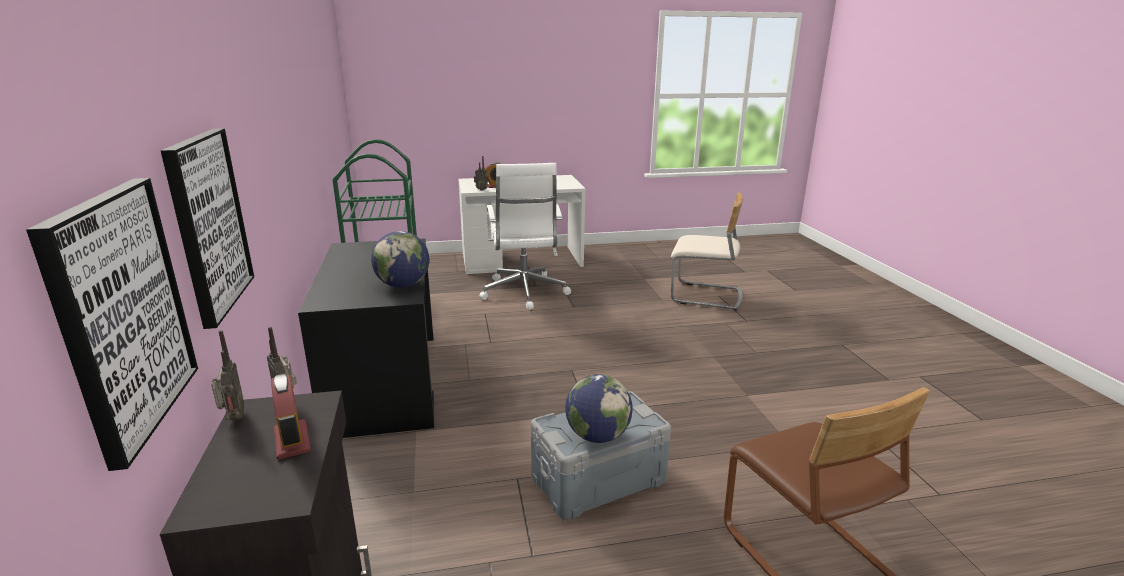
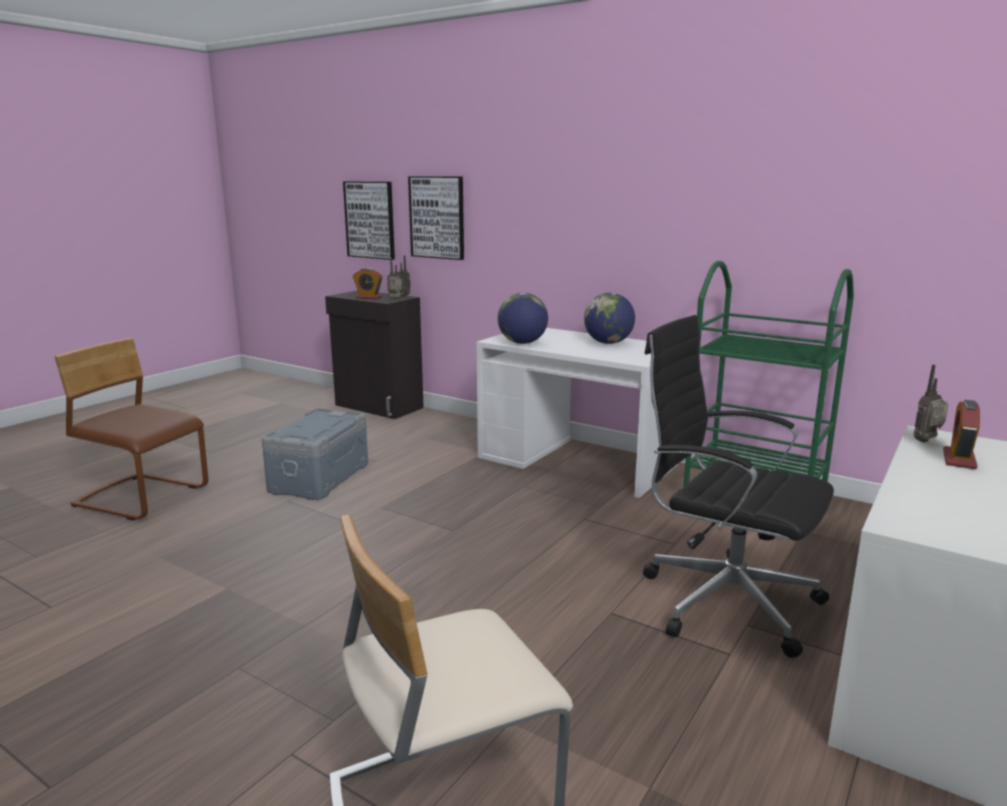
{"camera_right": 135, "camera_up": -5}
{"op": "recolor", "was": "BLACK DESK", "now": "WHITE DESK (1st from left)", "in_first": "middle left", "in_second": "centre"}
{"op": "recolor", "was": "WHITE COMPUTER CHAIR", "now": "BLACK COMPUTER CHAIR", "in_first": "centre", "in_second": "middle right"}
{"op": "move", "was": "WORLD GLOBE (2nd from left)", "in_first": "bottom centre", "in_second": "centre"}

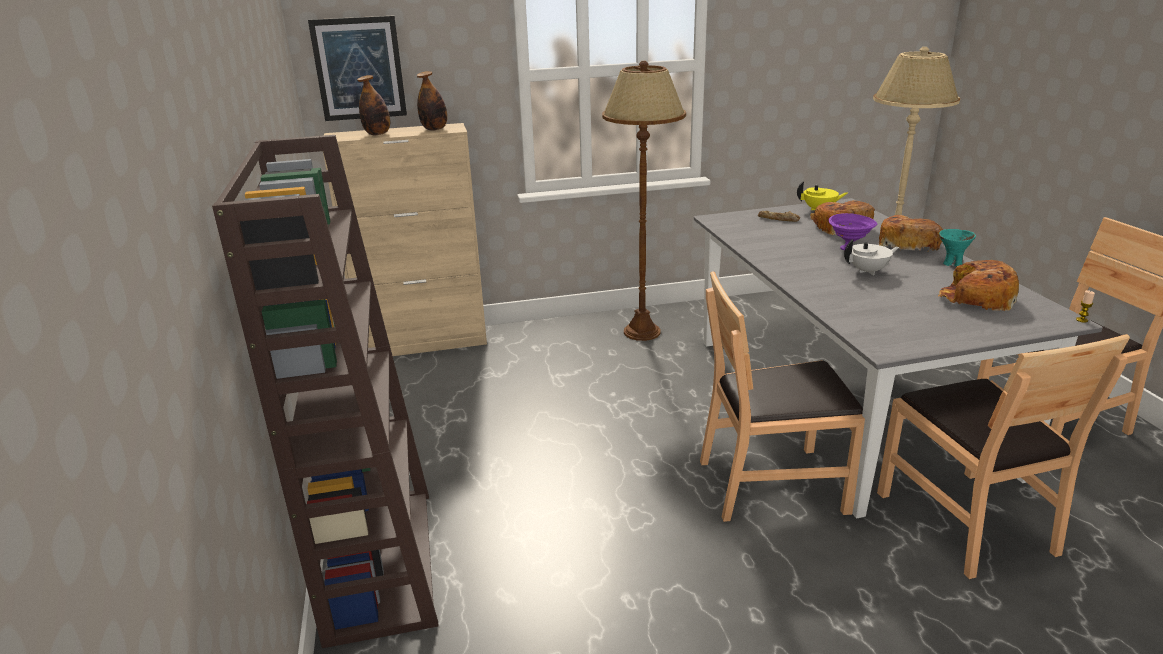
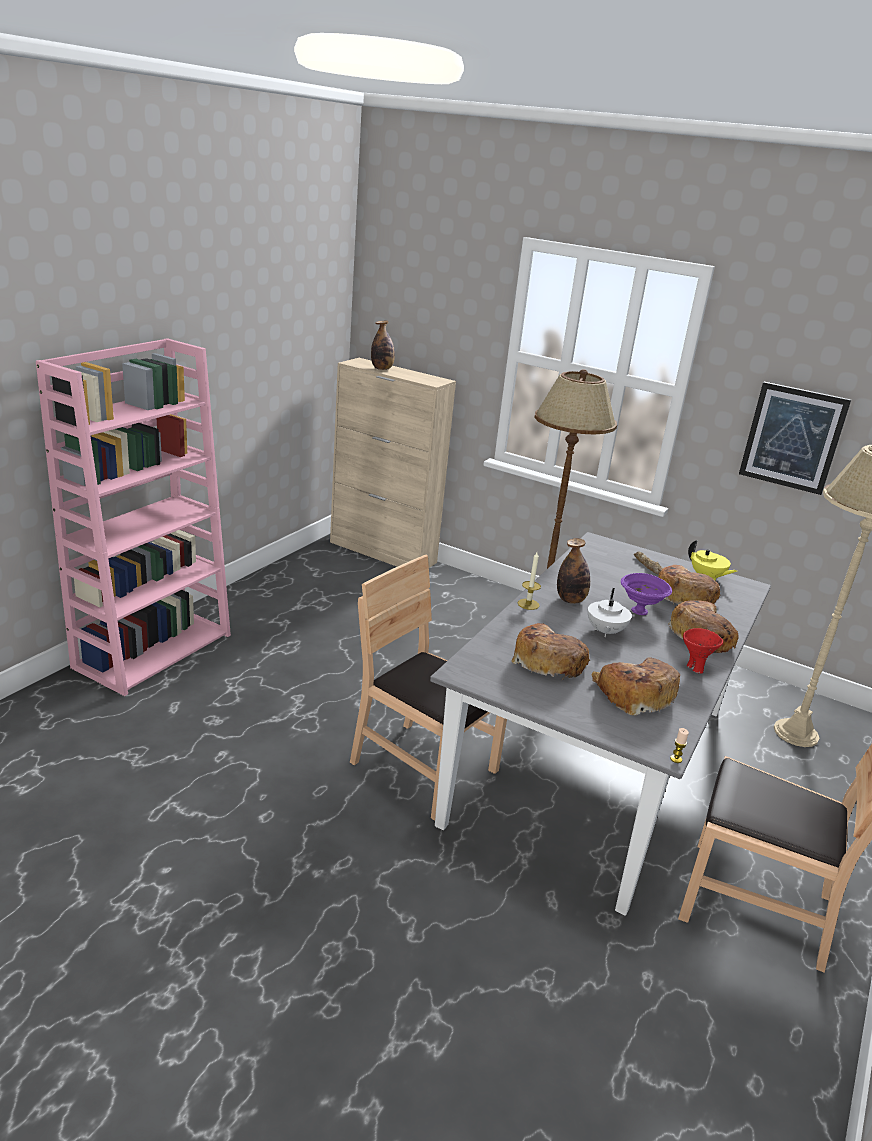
{"camera_right": 40, "camera_up": 0}
{"op": "recolor", "was": "BROWNISH SHELVING UNIT", "now": "PINKISH SHELVING UNIT", "in_first": "middle left", "in_second": "middle left"}
{"op": "move", "was": "WALL PICTURE", "in_first": "top left", "in_second": "middle right"}
{"op": "move", "was": "BOTTLE (2nd from left)", "in_first": "top centre", "in_second": "centre"}
{"op": "rotate", "was": "WHITE POT FOR TEA", "in_first": "middle right", "in_second": "middle right", "clockwise": 75}
{"op": "delete", "was": "BROWNISH UPRIGHT CHAIR (2nd from left)", "in_first": "bottom right"}
{"op": "recolor", "was": "BLUE-GREEN DEEP DISH", "now": "REDDISH DEEP DISH", "in_first": "middle right", "in_second": "middle right"}
{"op": "insert", "now": "BAKERY BREAD (1st from left)", "in_second": "centre"}
{"op": "insert", "now": "CANDLE (1st from left)", "in_second": "centre"}

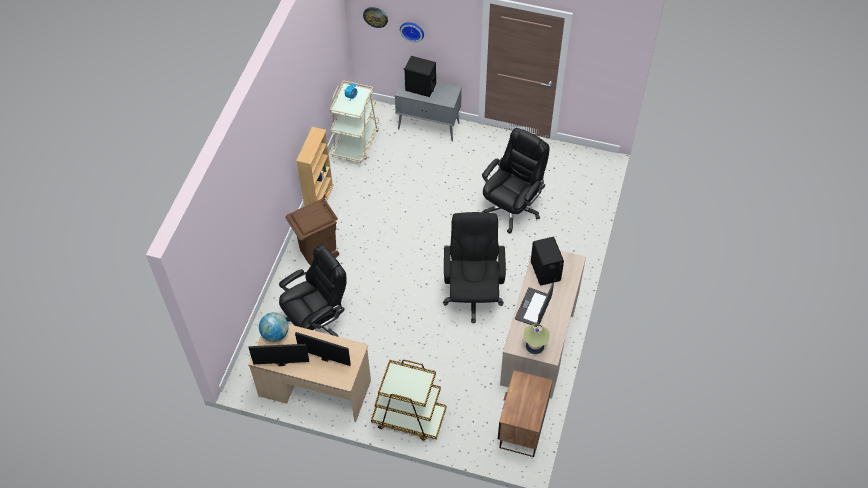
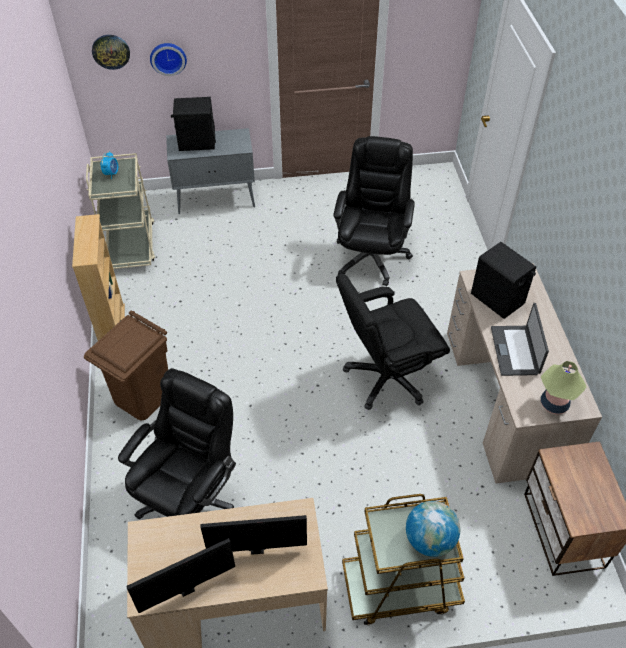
{"camera_right": -25, "camera_up": -5}
{"op": "move", "was": "WORLD GLOBE", "in_first": "bottom left", "in_second": "bottom right"}
{"op": "rotate", "was": "BLACK COMPUTER CHAIR (2nd from left in the first image)", "in_first": "centre", "in_second": "centre", "clockwise": -90}

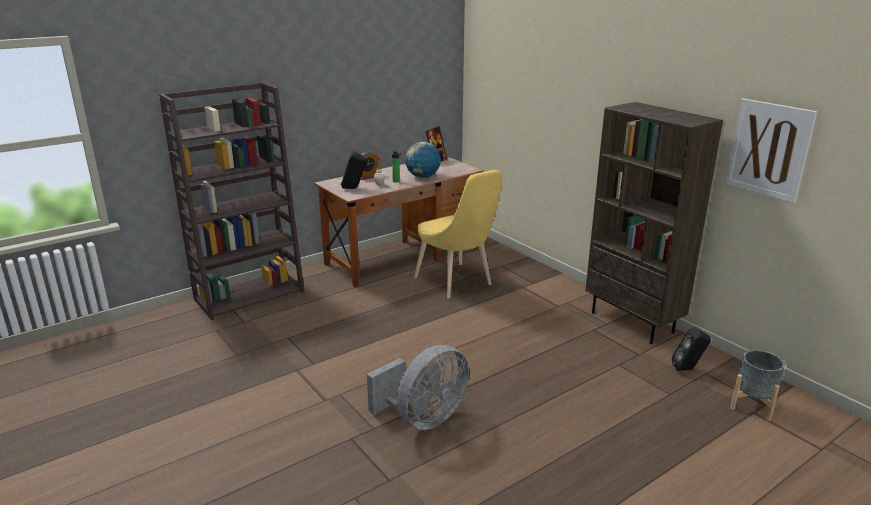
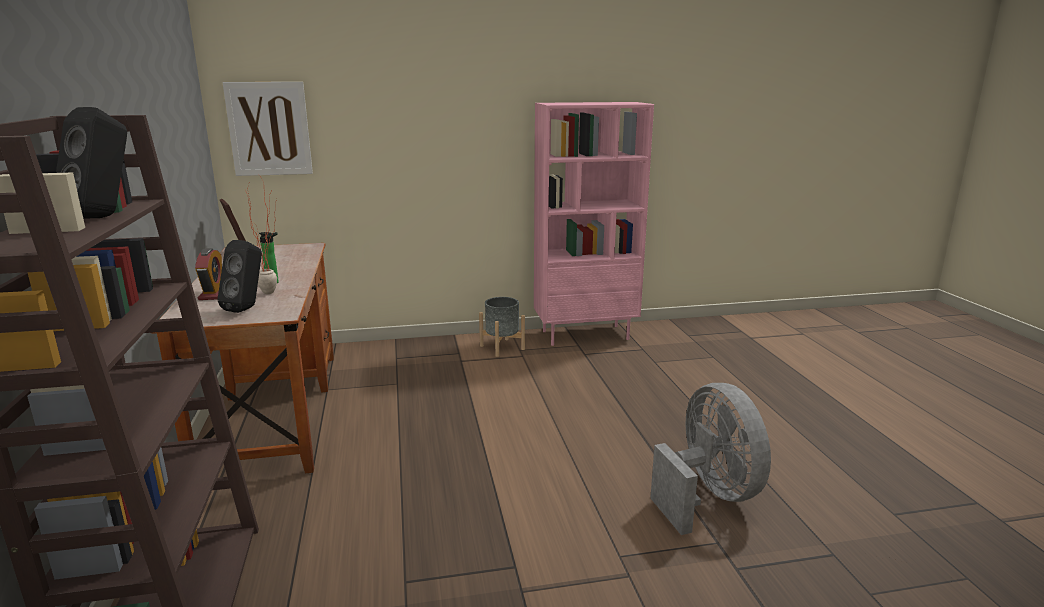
{"camera_right": -65, "camera_up": -5}
{"op": "delete", "was": "WORLD GLOBE", "in_first": "top centre"}
{"op": "delete", "was": "YELLOW UPRIGHT CHAIR", "in_first": "centre"}
{"op": "recolor", "was": "BROWNISH SHELVING UNIT (2nd from left)", "now": "PINKISH SHELVING UNIT", "in_first": "middle right", "in_second": "centre"}
{"op": "move", "was": "BLACK AUDIO SPEAKER (2nd from left in the first image)", "now": "BLACK AUDIO SPEAKER (1st from left)", "in_first": "bottom right", "in_second": "top left"}
{"op": "move", "was": "WALL PICTURE", "in_first": "top right", "in_second": "top left"}
{"op": "move", "was": "GRAY PLANT POT", "in_first": "bottom right", "in_second": "centre"}

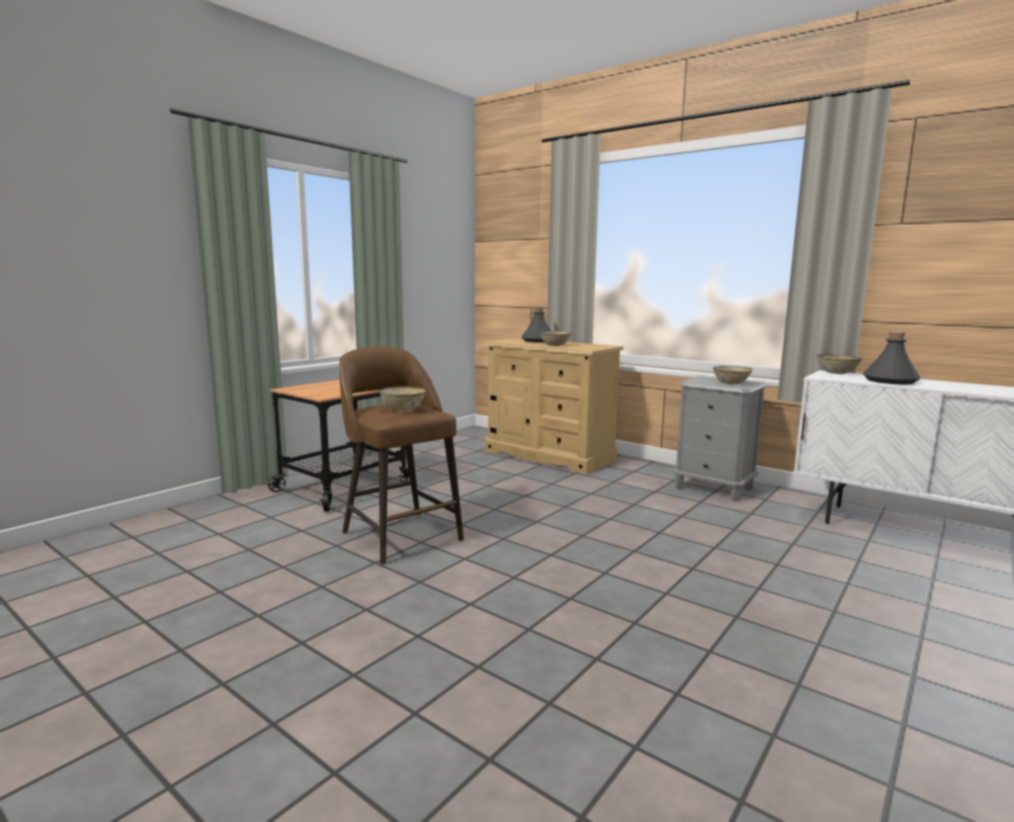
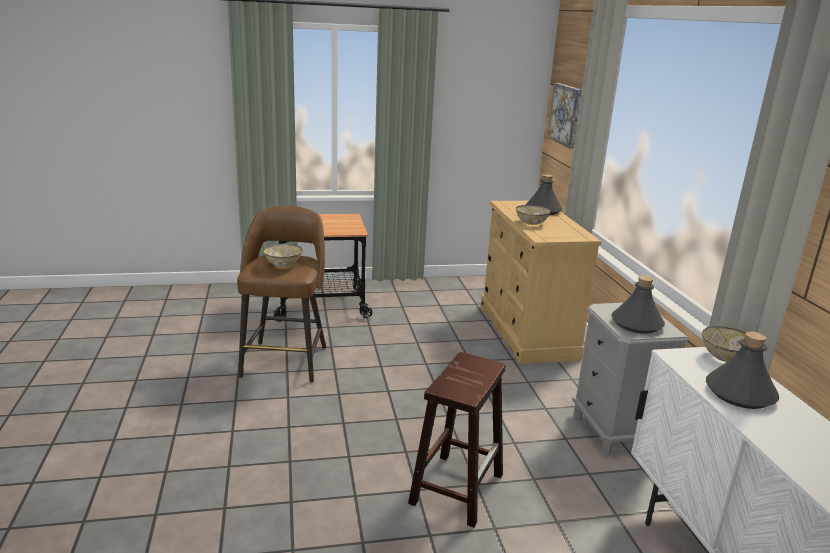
{"camera_right": 40, "camera_up": 10}
{"op": "replace", "was": "DEEP DISH (3rd from left)", "now": "GRAY BOTTLE (2nd from left)", "in_first": "middle right", "in_second": "middle right"}
{"op": "insert", "now": "BROWNISH STOOL (2nd from left)", "in_second": "bottom centre"}
{"op": "insert", "now": "WALL PICTURE", "in_second": "top right"}

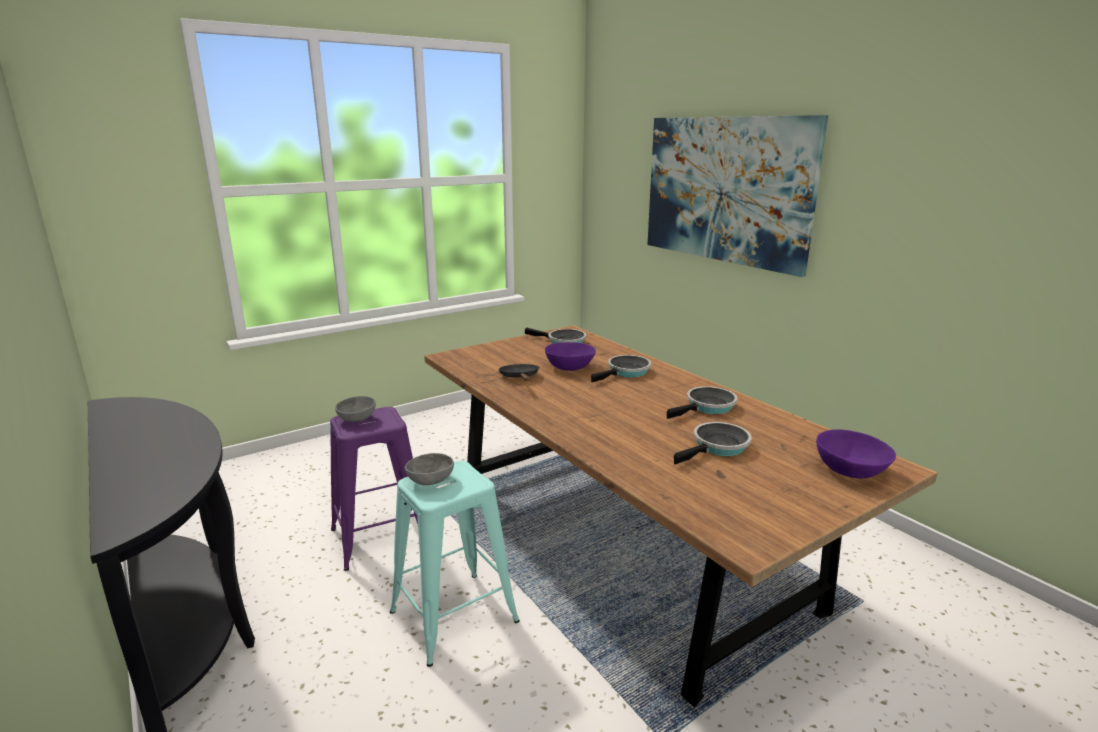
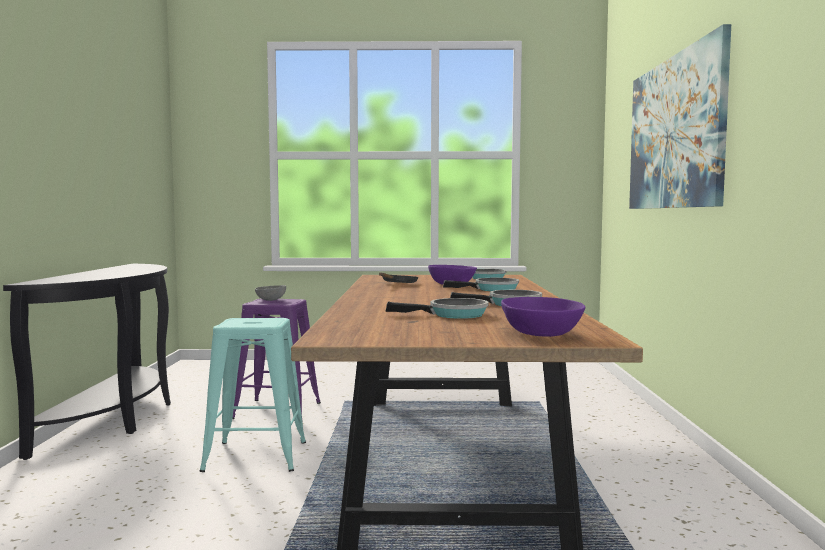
{"camera_right": 35, "camera_up": -15}
{"op": "delete", "was": "GRAY DEEP DISH (2nd from left)", "in_first": "centre"}

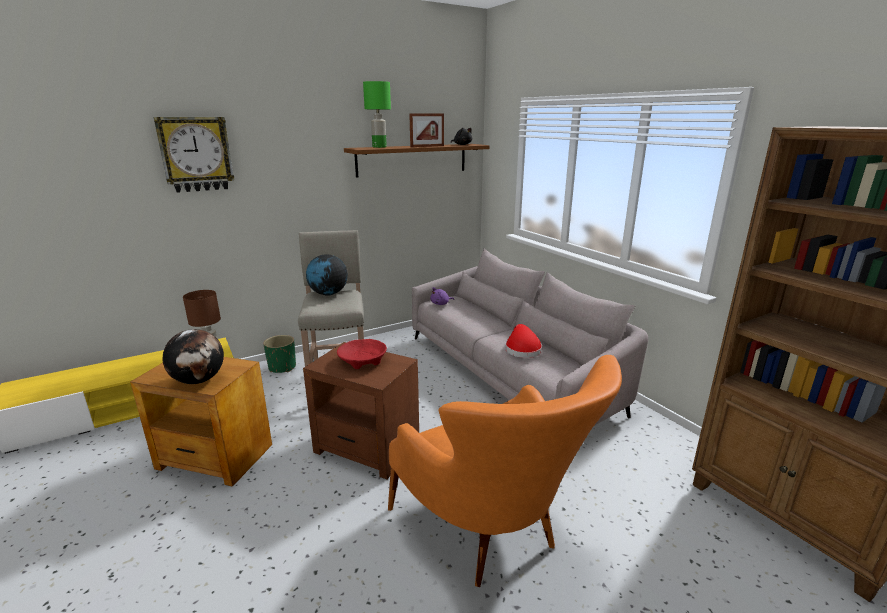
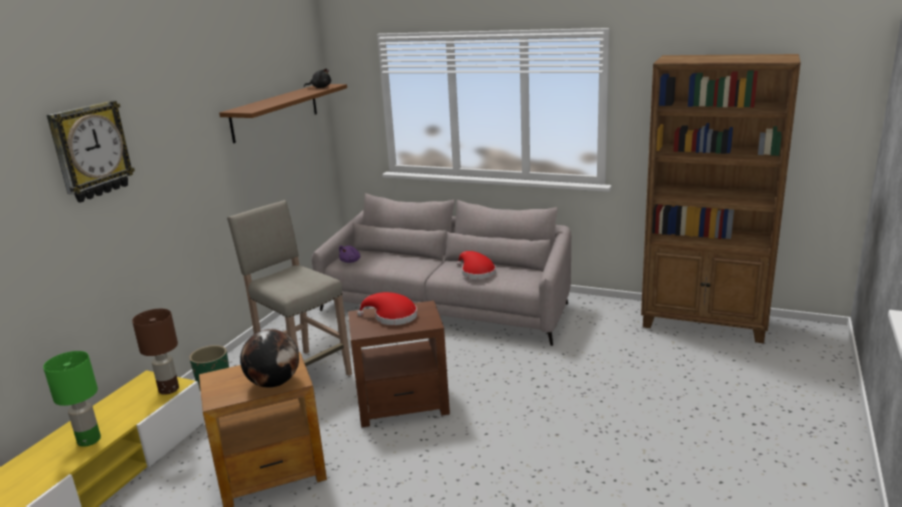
{"camera_right": -35, "camera_up": 0}
{"op": "delete", "was": "WORLD GLOBE (2nd from left)", "in_first": "centre"}
{"op": "replace", "was": "REDDISH DEEP DISH", "now": "REDDISH CLOTHING HAT (1st from left)", "in_first": "centre", "in_second": "centre"}
{"op": "move", "was": "GREENISH LAMP FOR A TABLE", "in_first": "top centre", "in_second": "bottom left"}
{"op": "delete", "was": "ORANGE ARMCHAIR", "in_first": "bottom centre"}
{"op": "delete", "was": "PICTURE FRAME", "in_first": "top centre"}

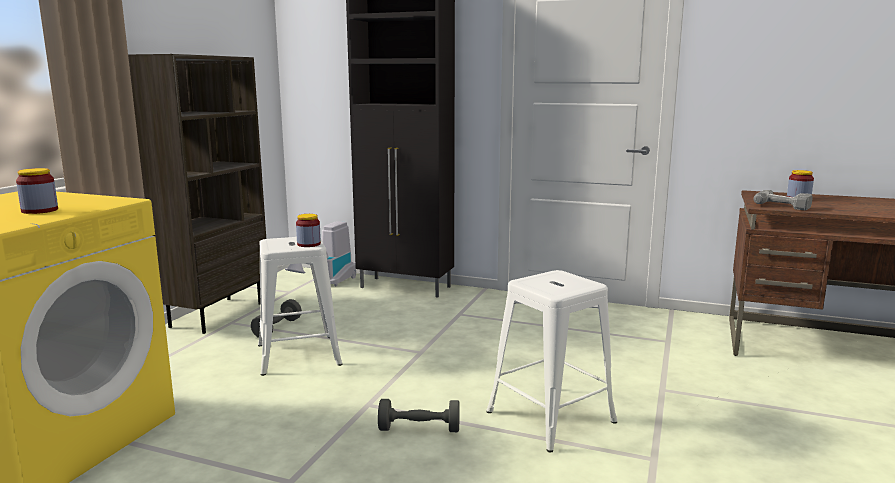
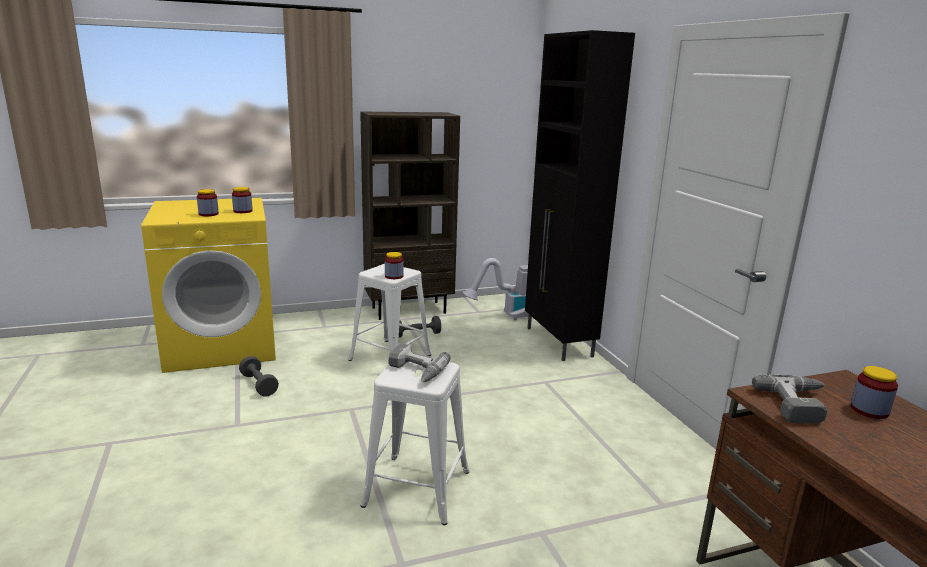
{"camera_right": 50, "camera_up": 5}
{"op": "move", "was": "GRAY HAND WEIGHT (2nd from left in the first image)", "now": "GRAY HAND WEIGHT (1st from left)", "in_first": "bottom centre", "in_second": "middle left"}
{"op": "insert", "now": "PRESERVE JAR (2nd from left)", "in_second": "middle left"}
{"op": "insert", "now": "POWER DRILL (1st from left)", "in_second": "centre"}

